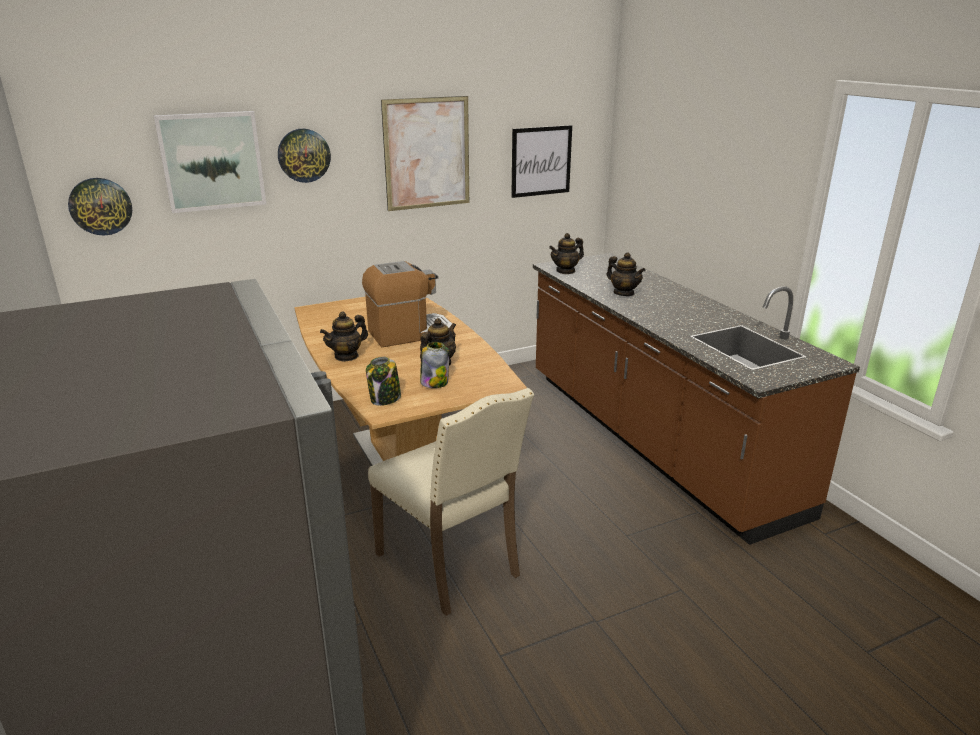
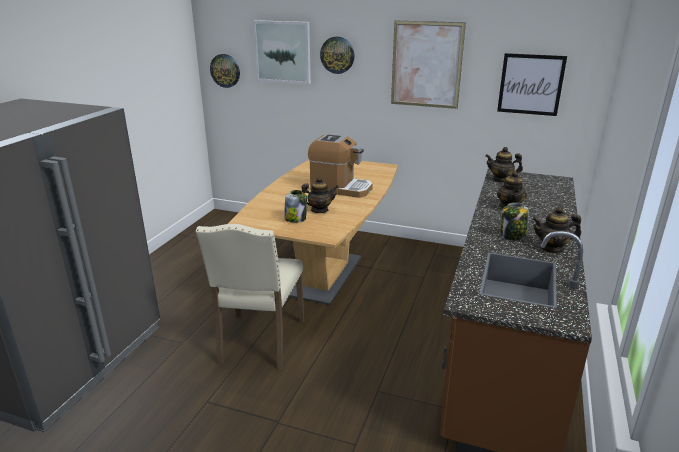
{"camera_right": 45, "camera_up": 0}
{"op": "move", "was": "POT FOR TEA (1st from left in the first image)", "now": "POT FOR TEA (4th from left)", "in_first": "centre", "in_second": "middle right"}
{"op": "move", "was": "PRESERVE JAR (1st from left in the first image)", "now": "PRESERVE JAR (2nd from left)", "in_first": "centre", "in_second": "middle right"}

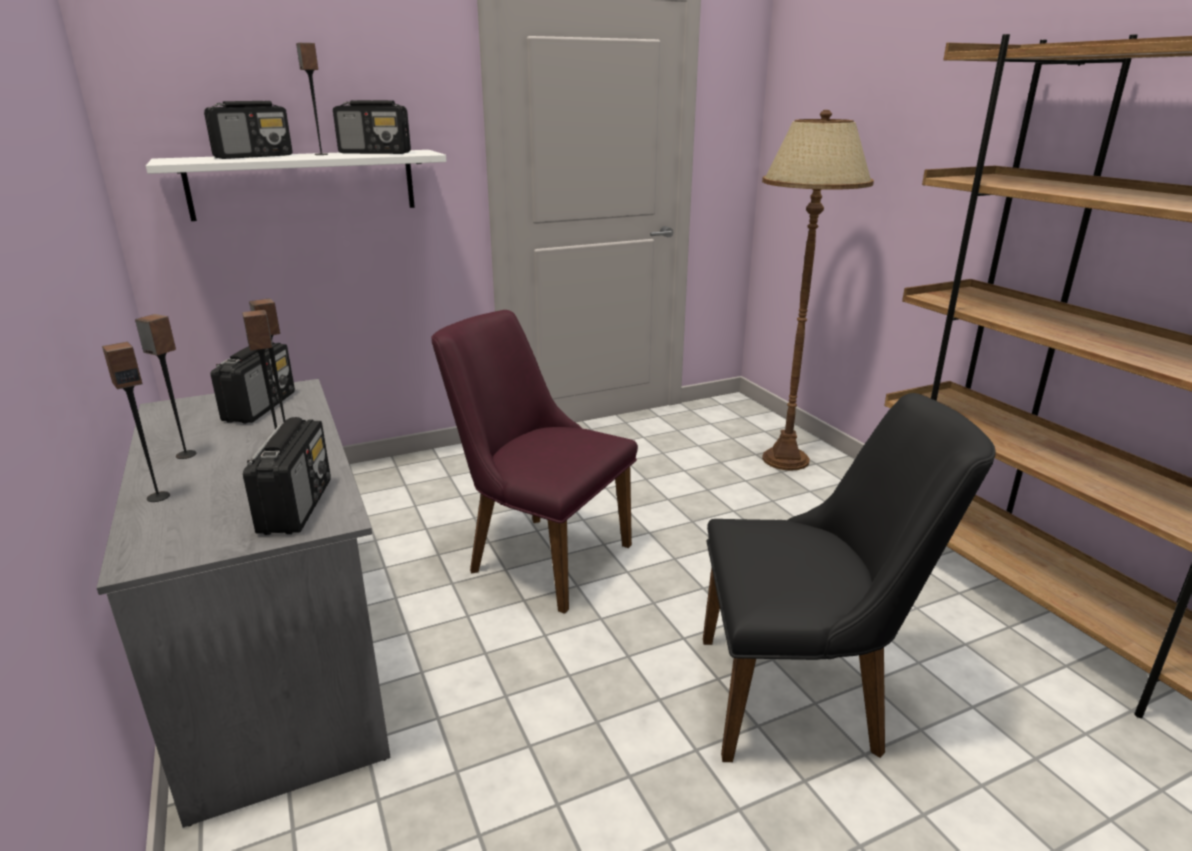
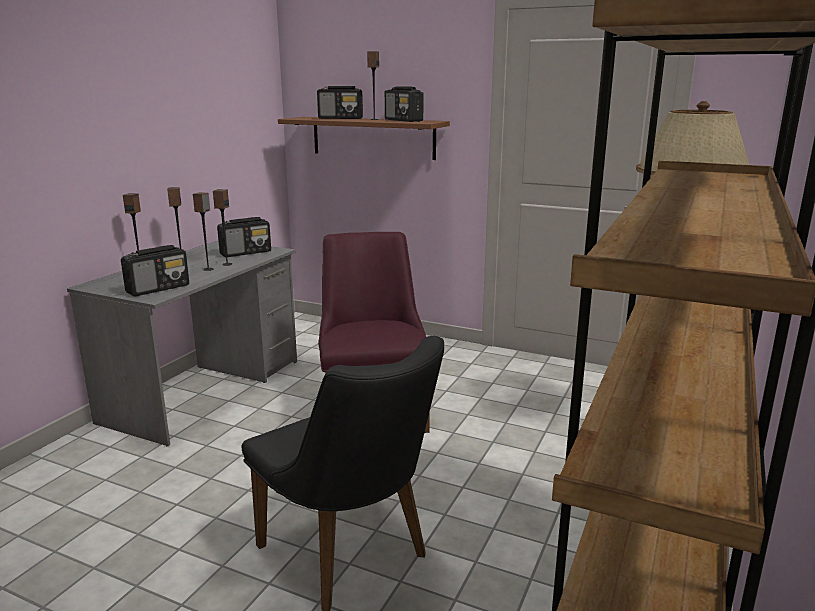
{"camera_right": 50, "camera_up": -5}
{"op": "recolor", "was": "WHITE SHELF", "now": "BROWNISH SHELF", "in_first": "top left", "in_second": "top centre"}

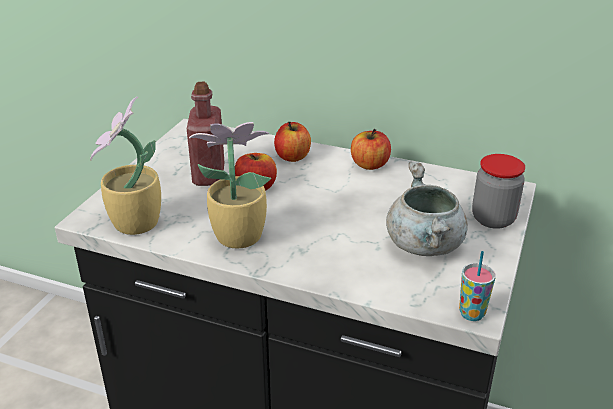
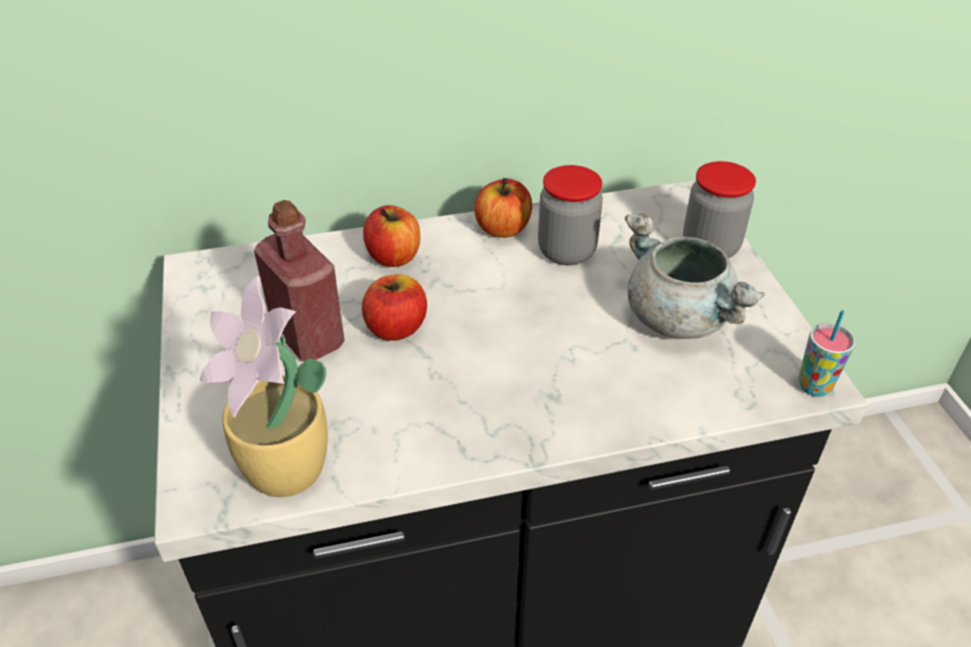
{"camera_right": -35, "camera_up": 10}
{"op": "delete", "was": "POTTED PLANT (2nd from left)", "in_first": "centre"}
{"op": "insert", "now": "PRESERVE JAR (1st from left)", "in_second": "top centre"}

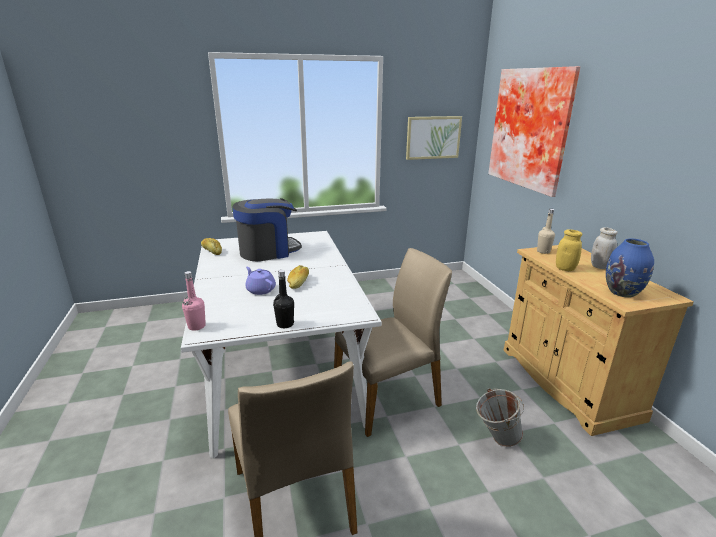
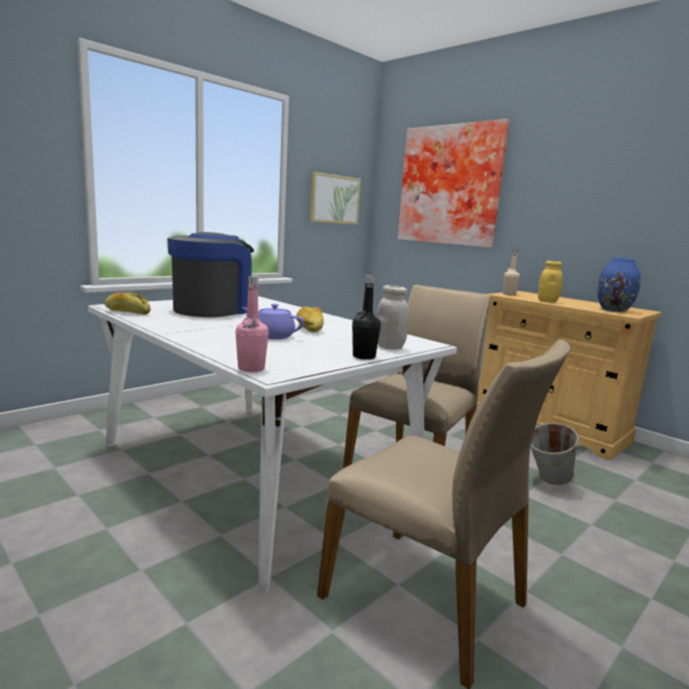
{"camera_right": -30, "camera_up": -10}
{"op": "move", "was": "WHITE PRESERVE JAR", "in_first": "middle right", "in_second": "centre"}

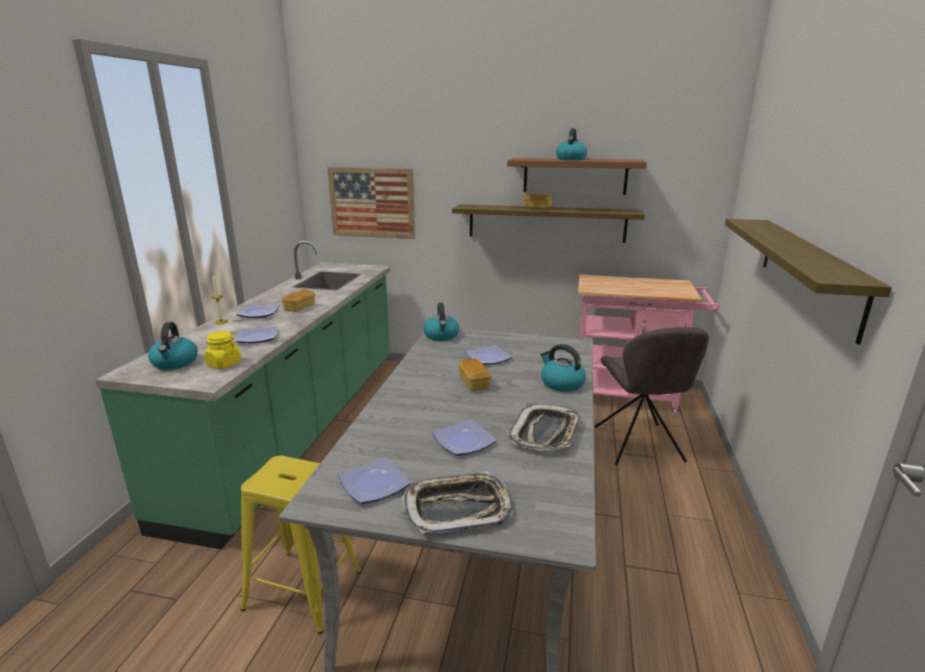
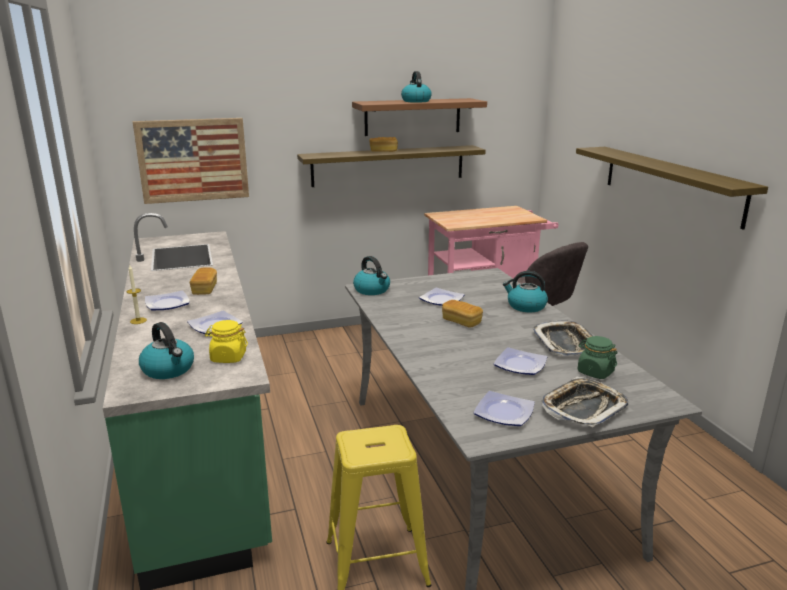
{"camera_right": -30, "camera_up": 0}
{"op": "insert", "now": "GREENISH PRESERVE JAR", "in_second": "middle right"}

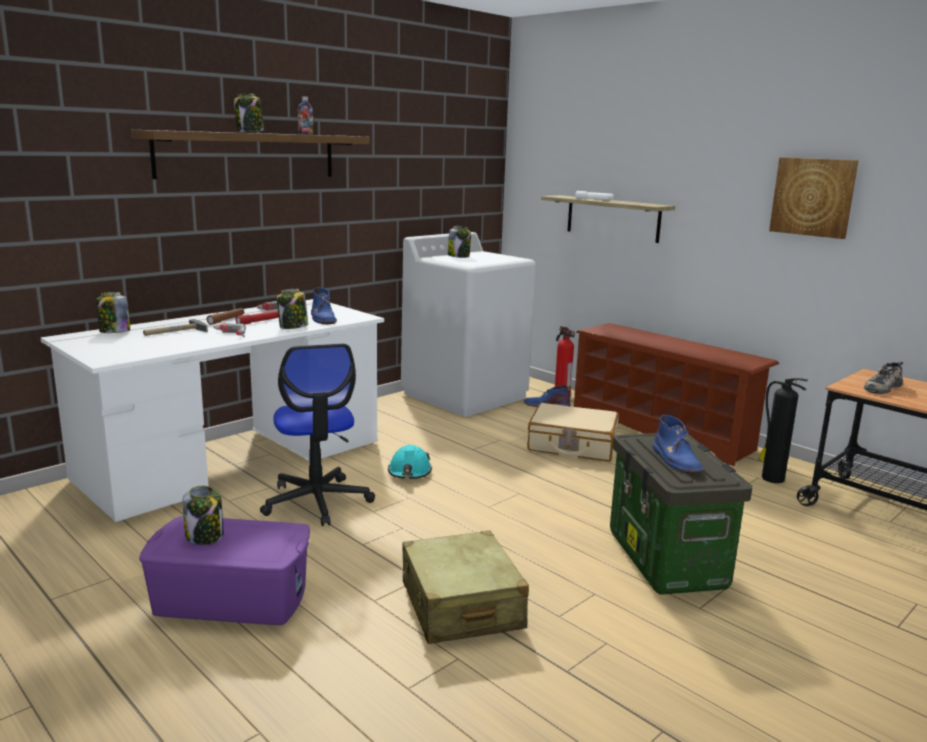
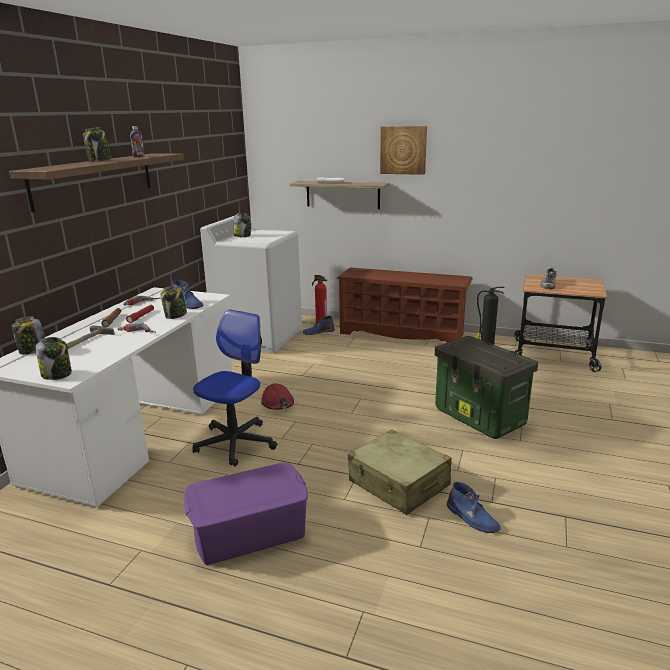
{"camera_right": -25, "camera_up": 5}
{"op": "move", "was": "PRESERVE JAR (2nd from left)", "in_first": "bottom left", "in_second": "middle left"}
{"op": "rotate", "was": "COMPUTER CHAIR", "in_first": "centre", "in_second": "centre", "clockwise": -105}
{"op": "recolor", "was": "BLUE-GREEN SAFETY HELMET", "now": "REDDISH SAFETY HELMET", "in_first": "centre", "in_second": "centre"}
{"op": "delete", "was": "BEIGE-COLOURED PIECE OF LUGGAGE (2nd from left)", "in_first": "centre"}
{"op": "move", "was": "BLUE TALL BOOT (3rd from left)", "in_first": "middle right", "in_second": "bottom right"}
{"op": "move", "was": "WALL PICTURE", "in_first": "top right", "in_second": "top centre"}

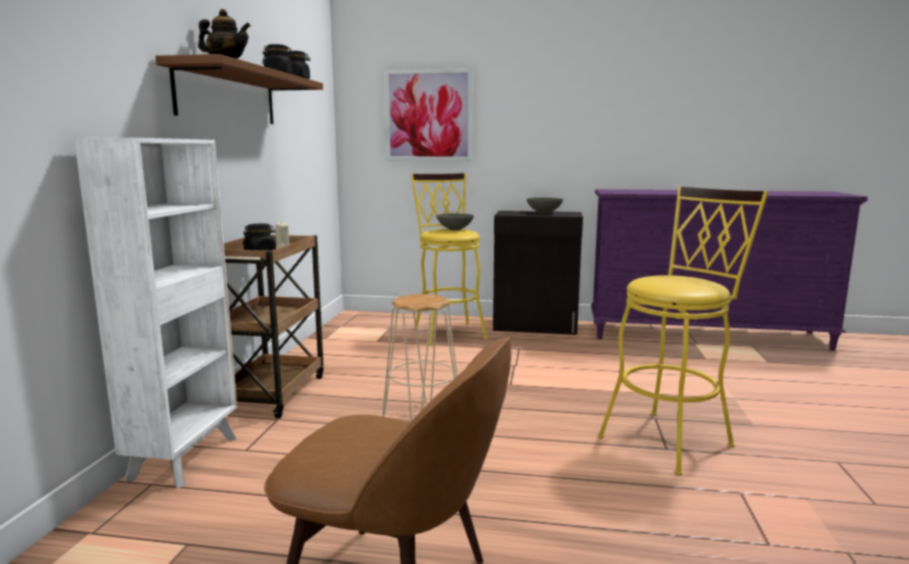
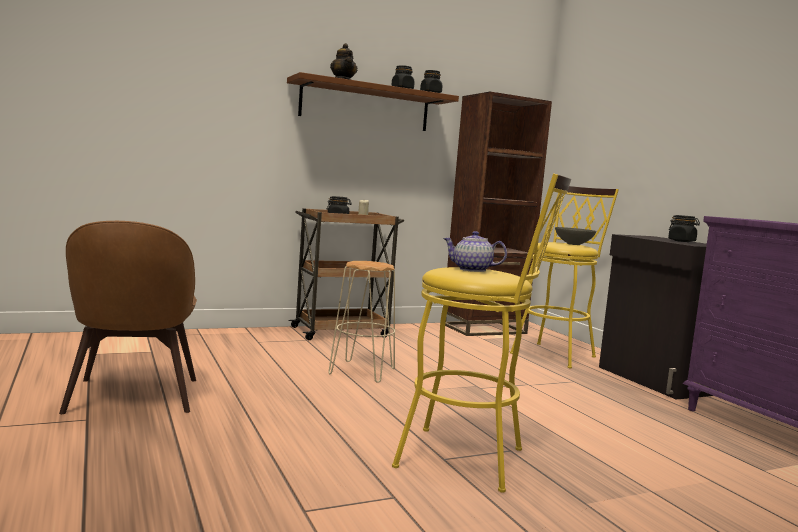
{"camera_right": 55, "camera_up": -5}
{"op": "delete", "was": "WHITE SHELVING UNIT", "in_first": "middle left"}
{"op": "delete", "was": "WALL PICTURE", "in_first": "top centre"}
{"op": "replace", "was": "GRAY DEEP DISH (2nd from left)", "now": "BLACK PRESERVE JAR (4th from left)", "in_first": "centre", "in_second": "middle right"}
{"op": "insert", "now": "POT FOR TEA (2nd from left)", "in_second": "centre"}
{"op": "insert", "now": "BROWNISH SHELVING UNIT", "in_second": "centre"}

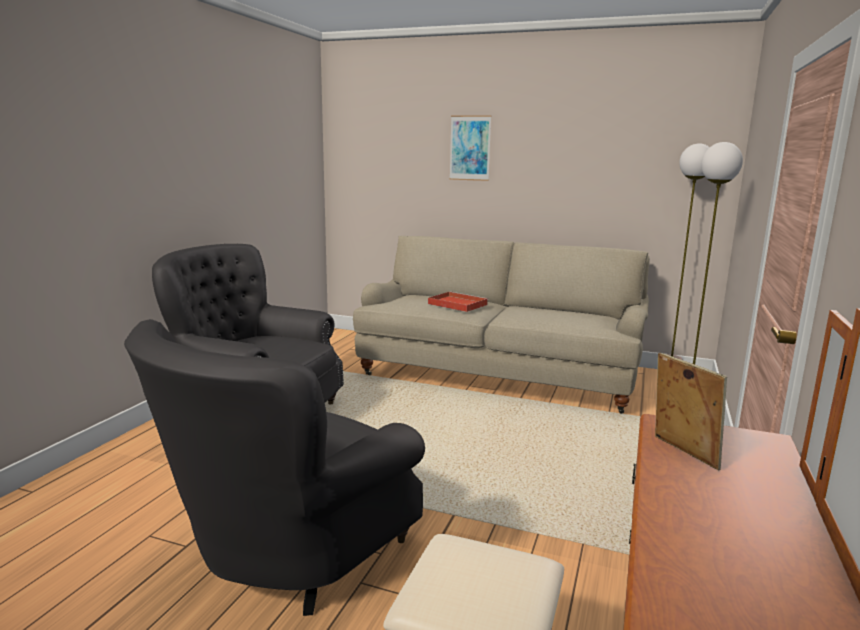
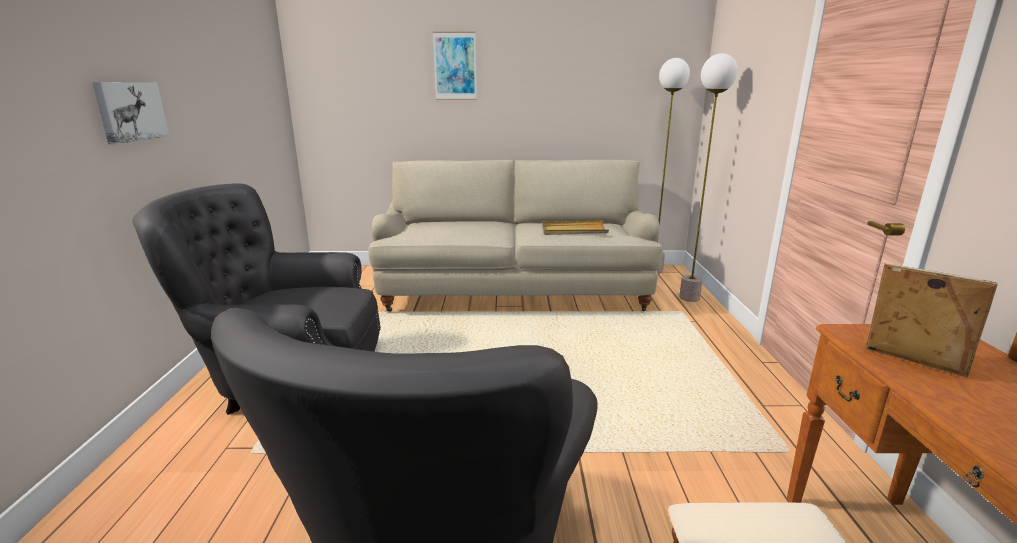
{"camera_right": -20, "camera_up": 5}
{"op": "delete", "was": "REDDISH SERVING TRAY", "in_first": "centre"}
{"op": "insert", "now": "WALL PICTURE (1st from left)", "in_second": "top left"}
{"op": "insert", "now": "BEIGE-COLOURED SERVING TRAY", "in_second": "centre"}

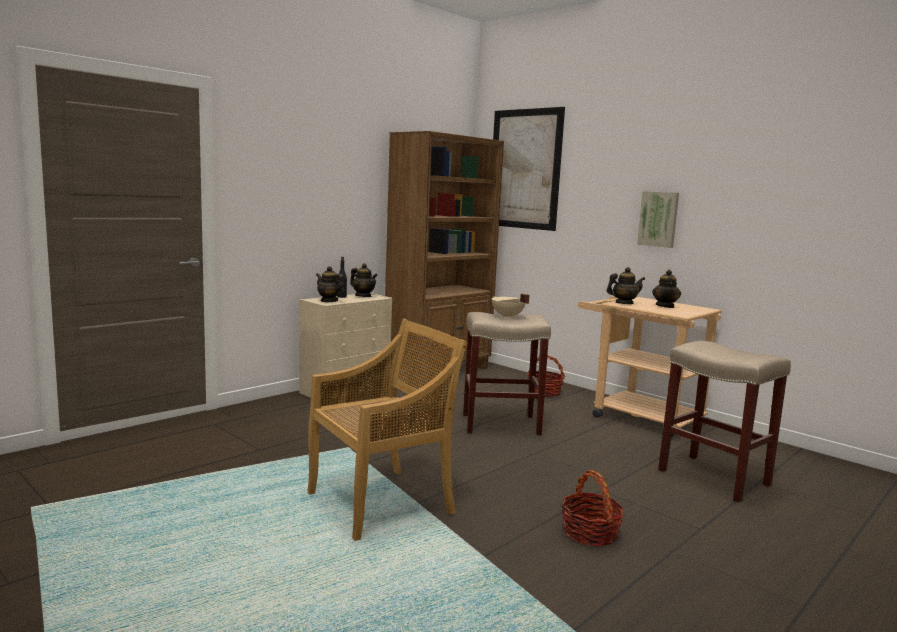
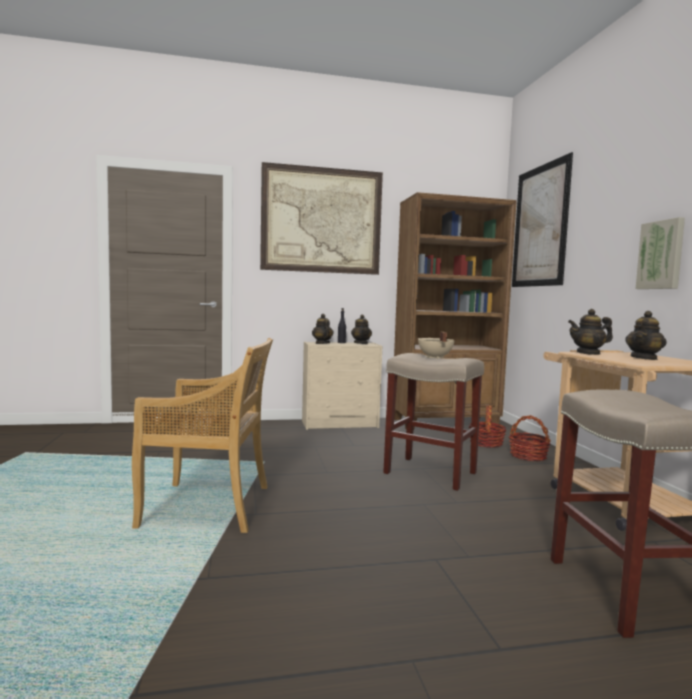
{"camera_right": 35, "camera_up": -5}
{"op": "move", "was": "HOUSEHOLD BASKET (2nd from left in the first image)", "now": "HOUSEHOLD BASKET (1st from left)", "in_first": "bottom centre", "in_second": "middle right"}
{"op": "rotate", "was": "POT FOR TEA (3rd from left)", "in_first": "middle right", "in_second": "middle right", "clockwise": 150}
{"op": "insert", "now": "WALL PICTURE (1st from left)", "in_second": "top centre"}

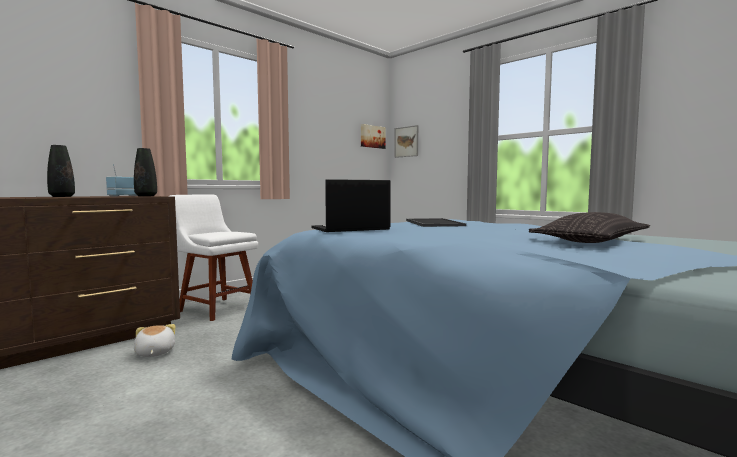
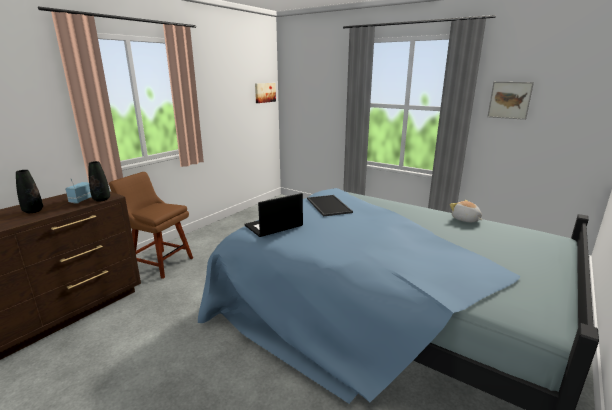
{"camera_right": -10, "camera_up": 15}
{"op": "move", "was": "CUDDLY TOY", "in_first": "bottom left", "in_second": "middle right"}
{"op": "recolor", "was": "WHITE UPRIGHT CHAIR", "now": "BROWNISH UPRIGHT CHAIR", "in_first": "middle left", "in_second": "middle left"}
{"op": "move", "was": "WALL PICTURE (2nd from left)", "in_first": "top centre", "in_second": "top right"}
{"op": "delete", "was": "CUSHION", "in_first": "middle right"}

